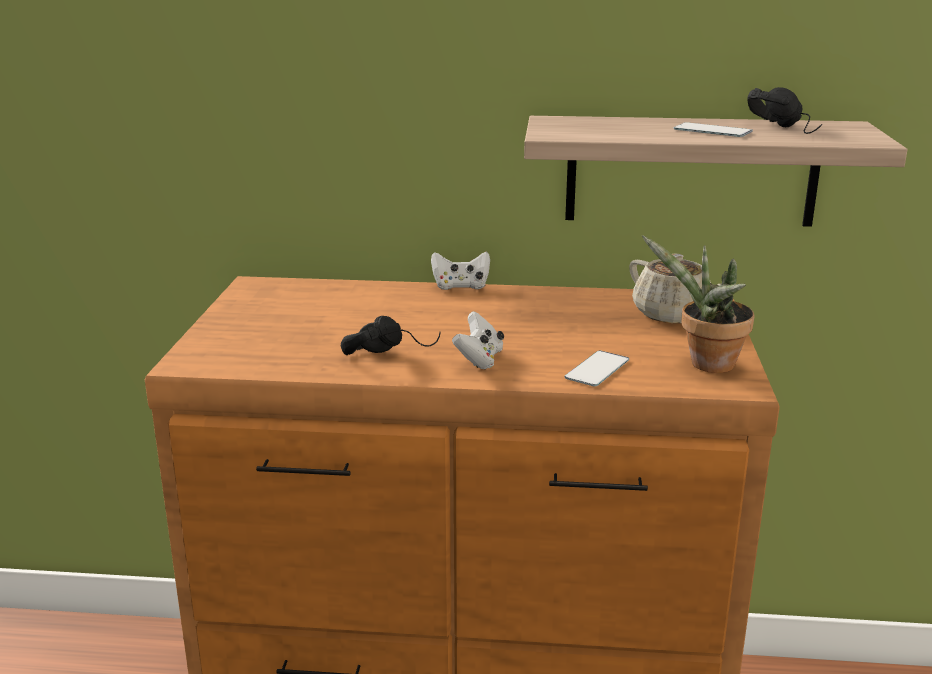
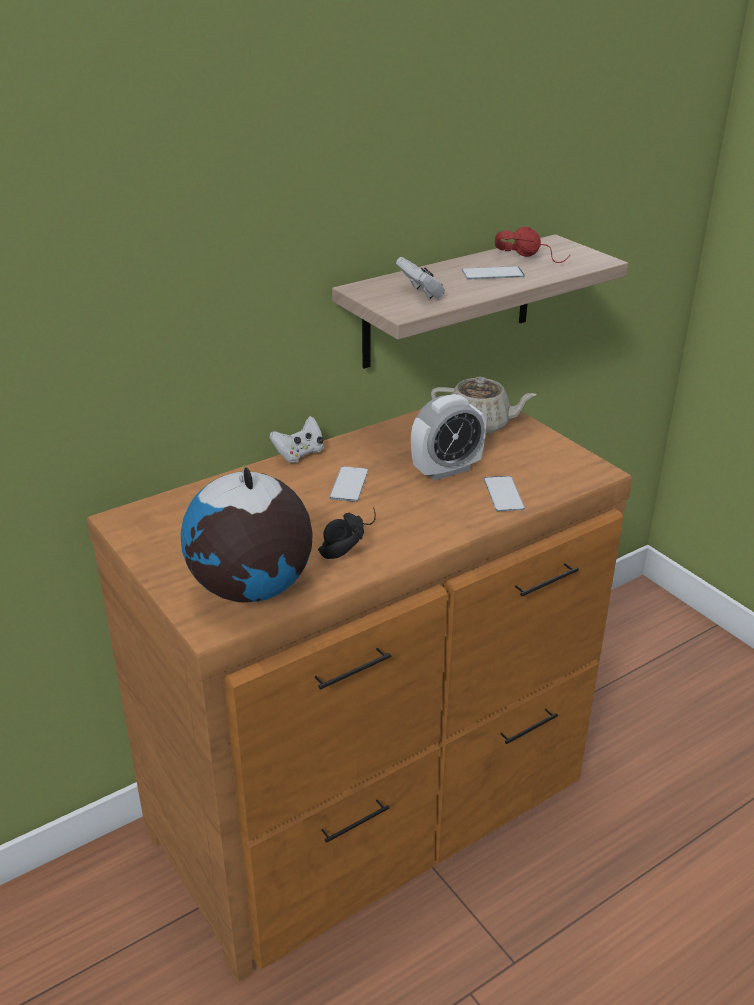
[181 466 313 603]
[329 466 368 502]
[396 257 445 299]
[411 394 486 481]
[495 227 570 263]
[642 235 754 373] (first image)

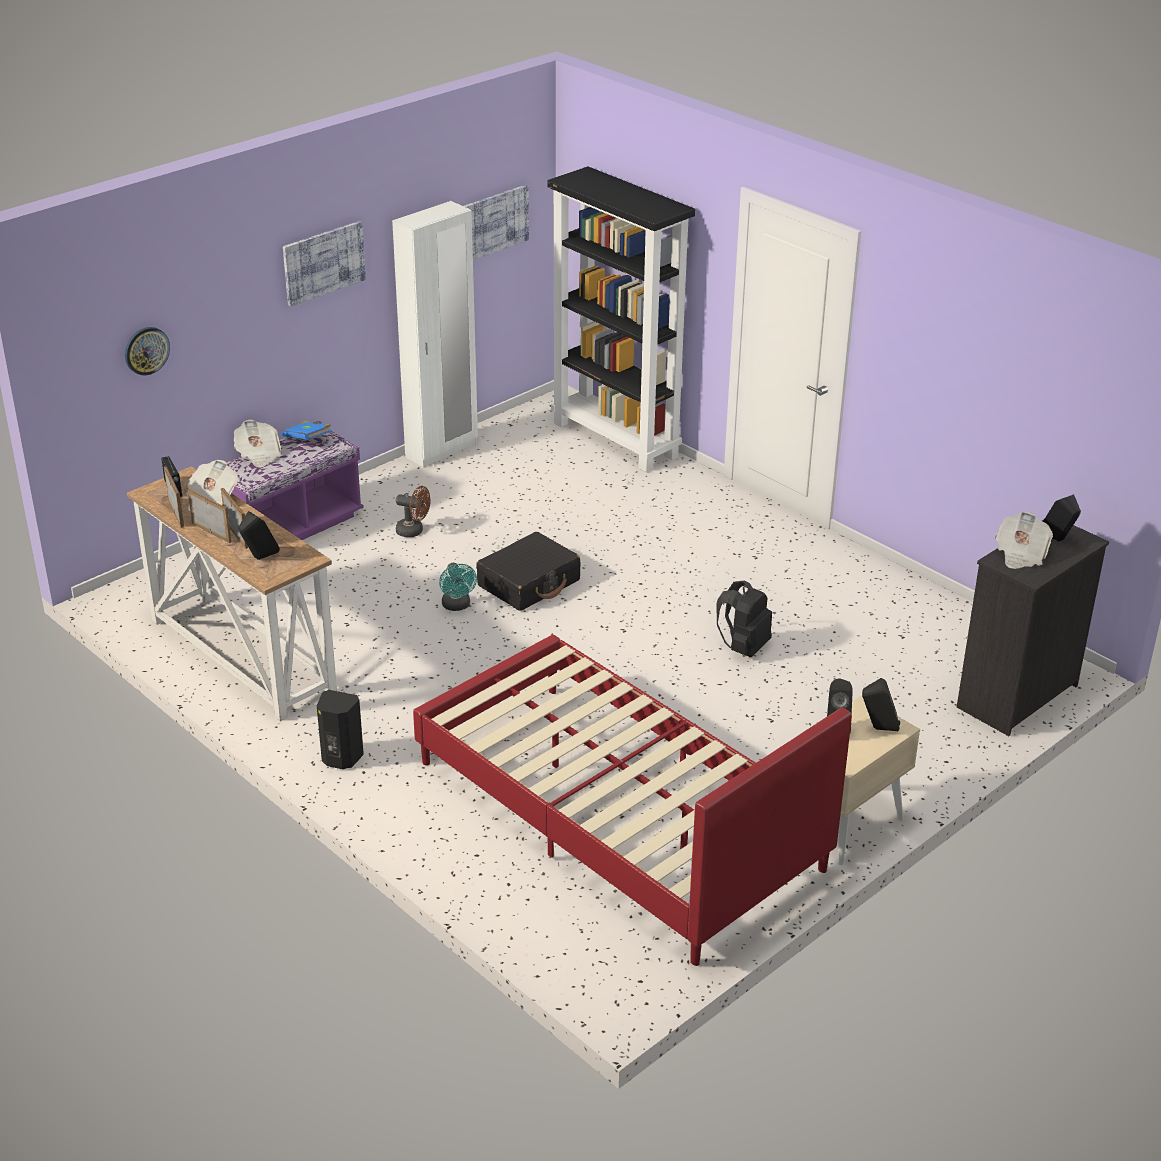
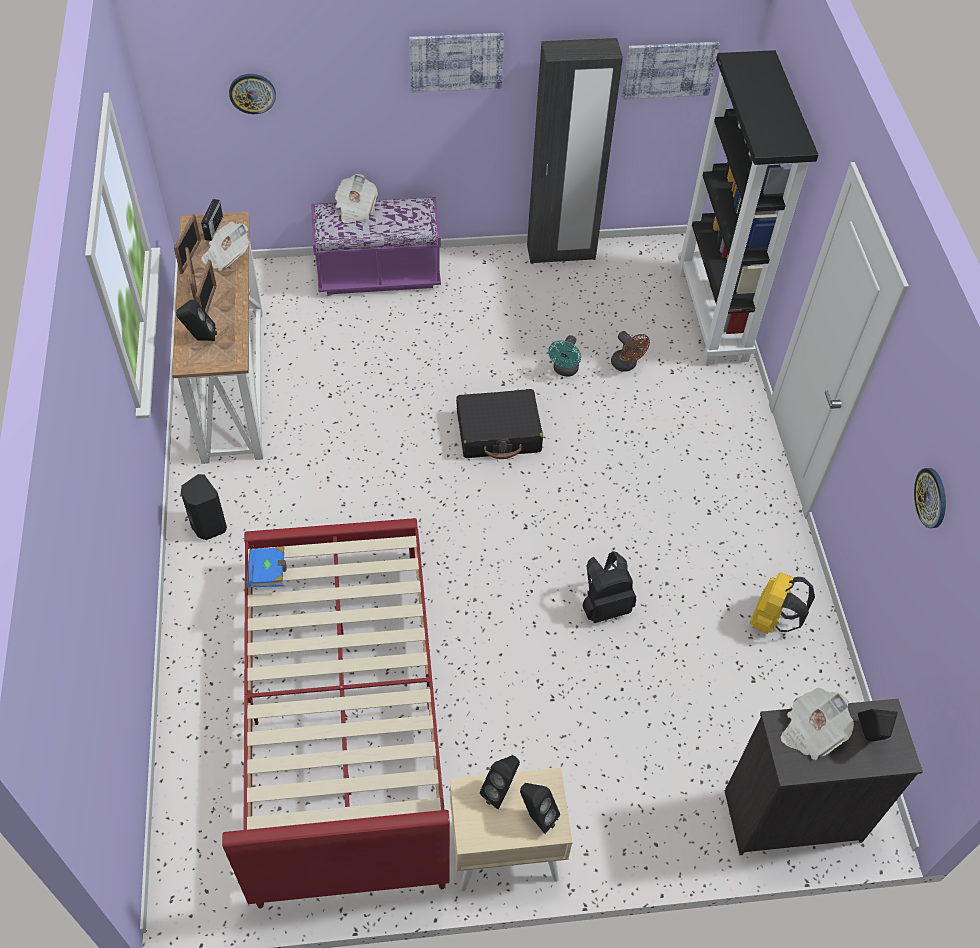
[246 546 287 588]
[527 38 623 264]
[548 335 581 376]
[611 331 650 372]
[750 572 815 634]
[914 468 946 528]

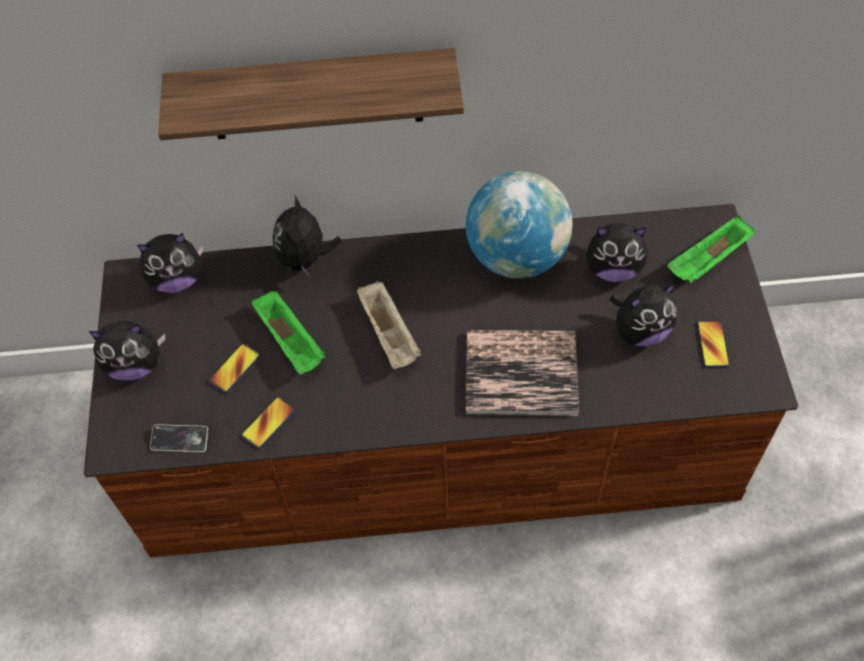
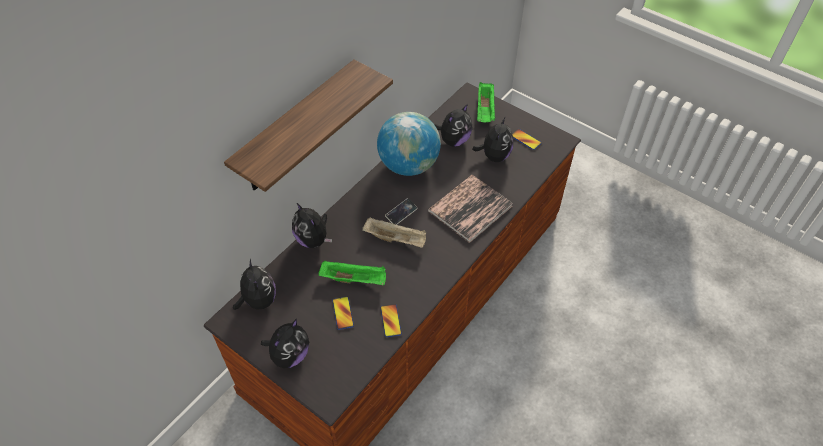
[233 259 276 310]
[385 198 417 225]

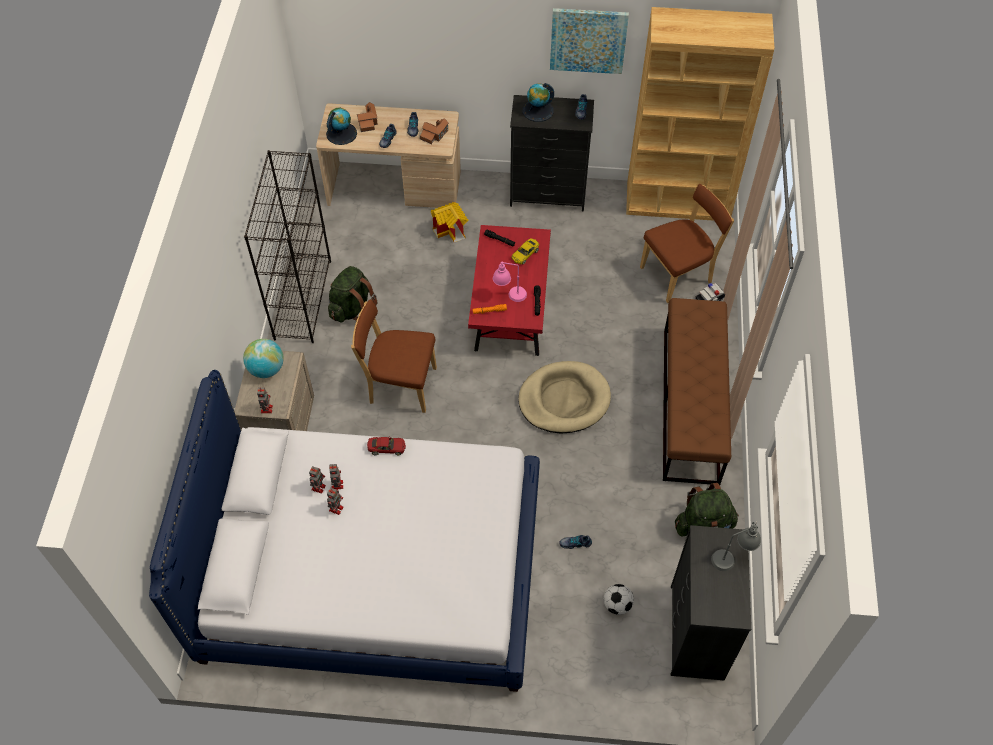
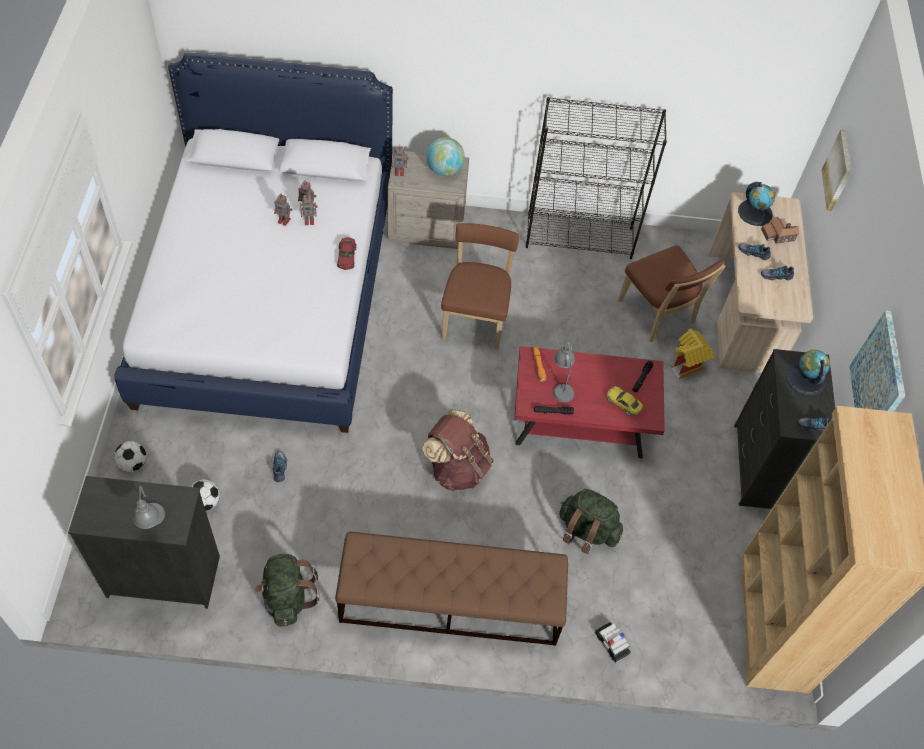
[114 441 146 472]
[422 409 494 491]
[553 341 575 402]
[559 489 623 554]
[618 246 726 342]
[822 130 852 211]
[420 118 449 144] (first image)

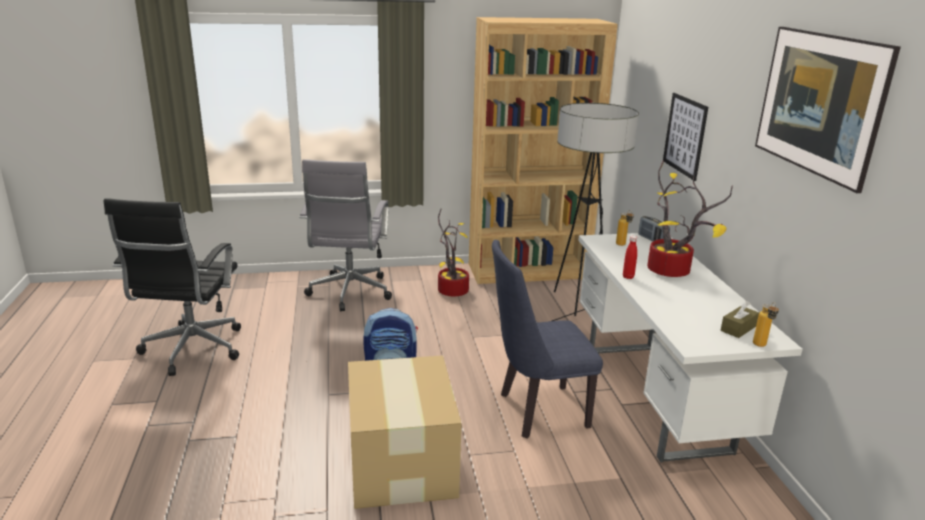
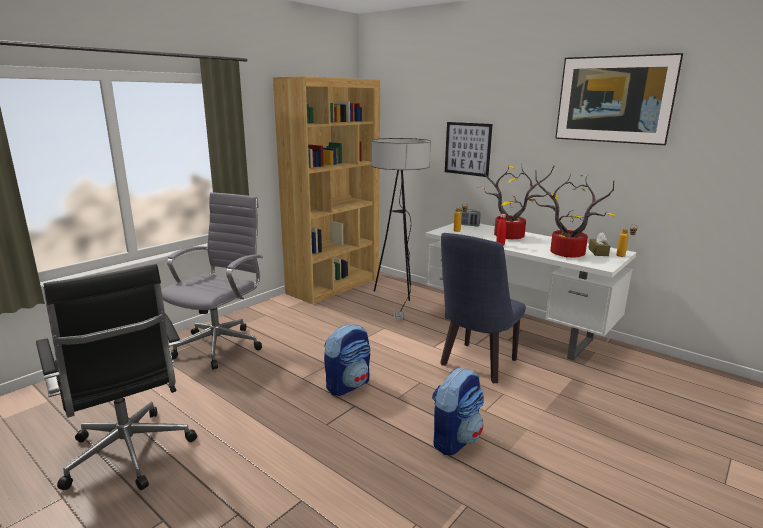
[161 192 263 369]
[432 368 484 455]
[528 170 615 257]

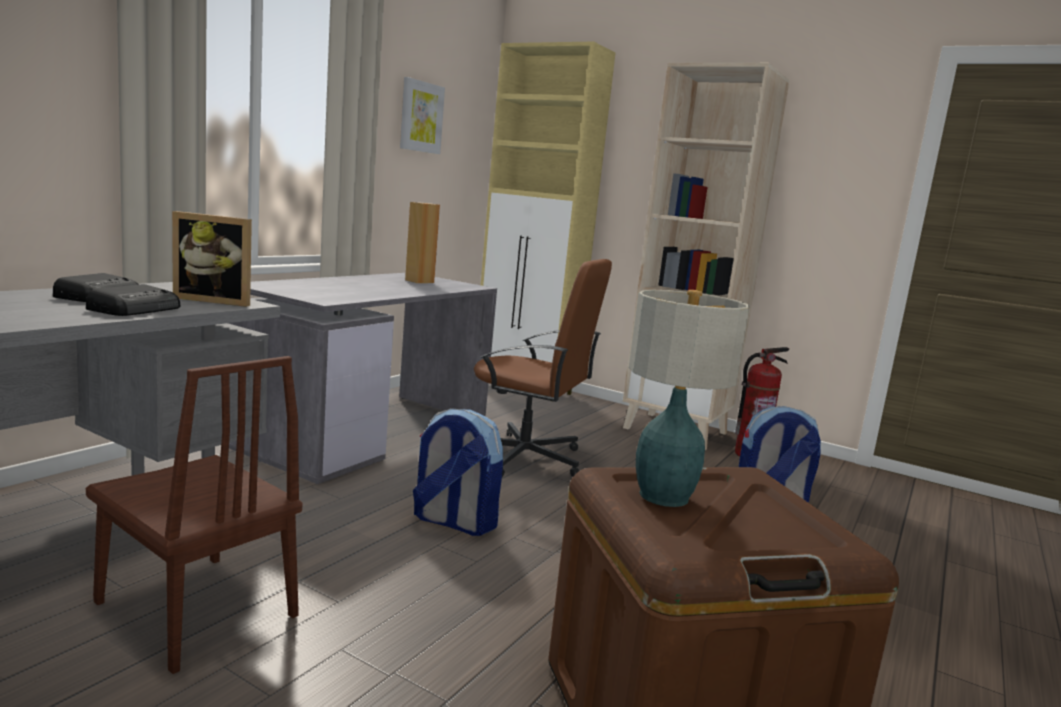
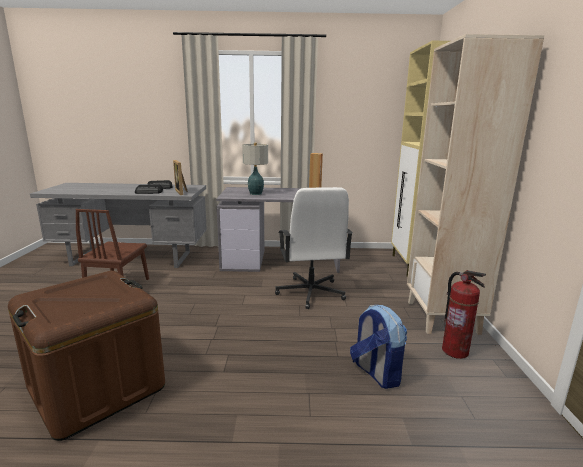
[242 143 268 195]
[275 187 353 309]
[400 77 445 154] (first image)
[413 408 503 536] (first image)

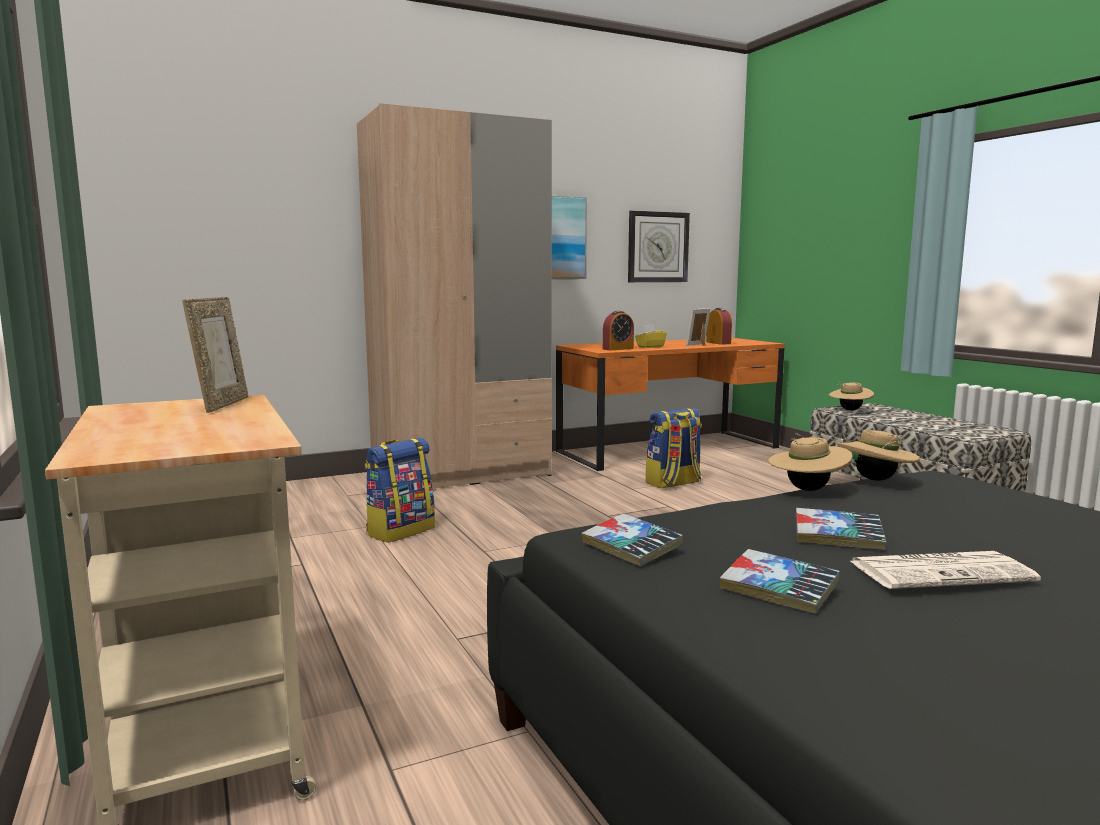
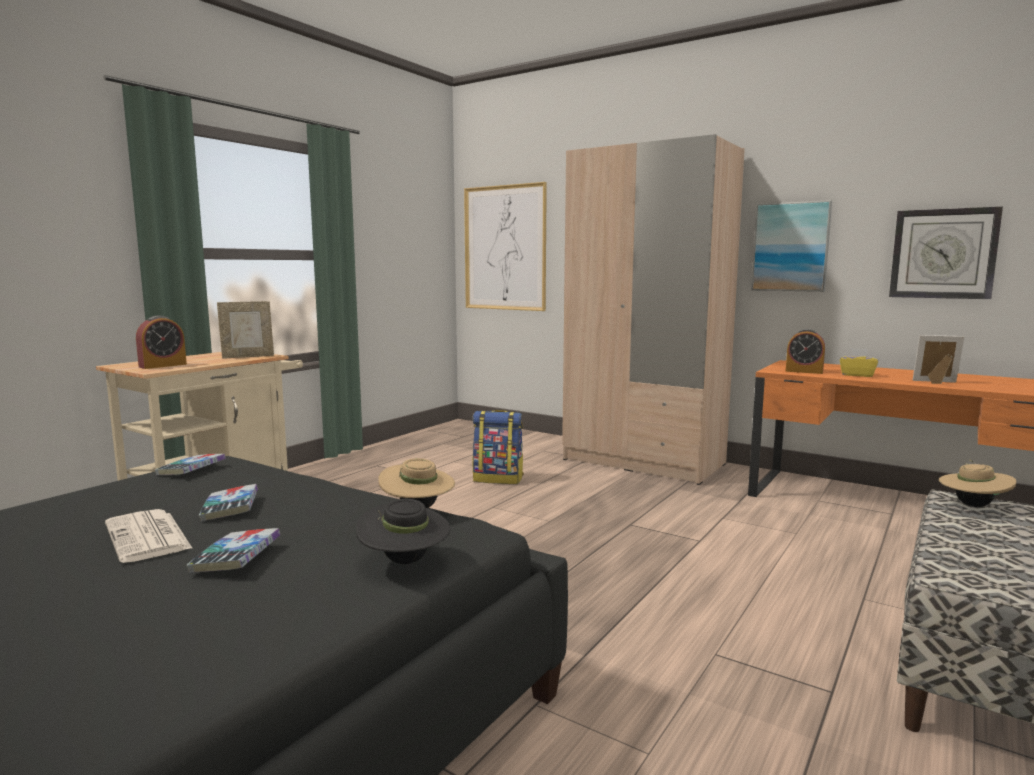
[136 315 187 369]
[187 528 280 573]
[356 499 450 564]
[464 182 547 311]
[646 408 702 488] (first image)
[768 433 852 491] (first image)

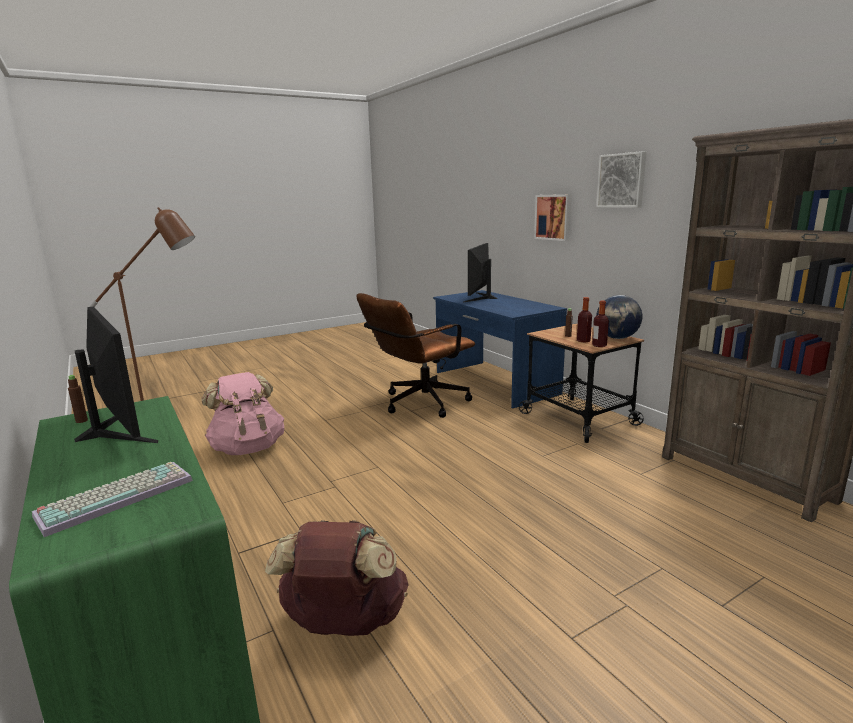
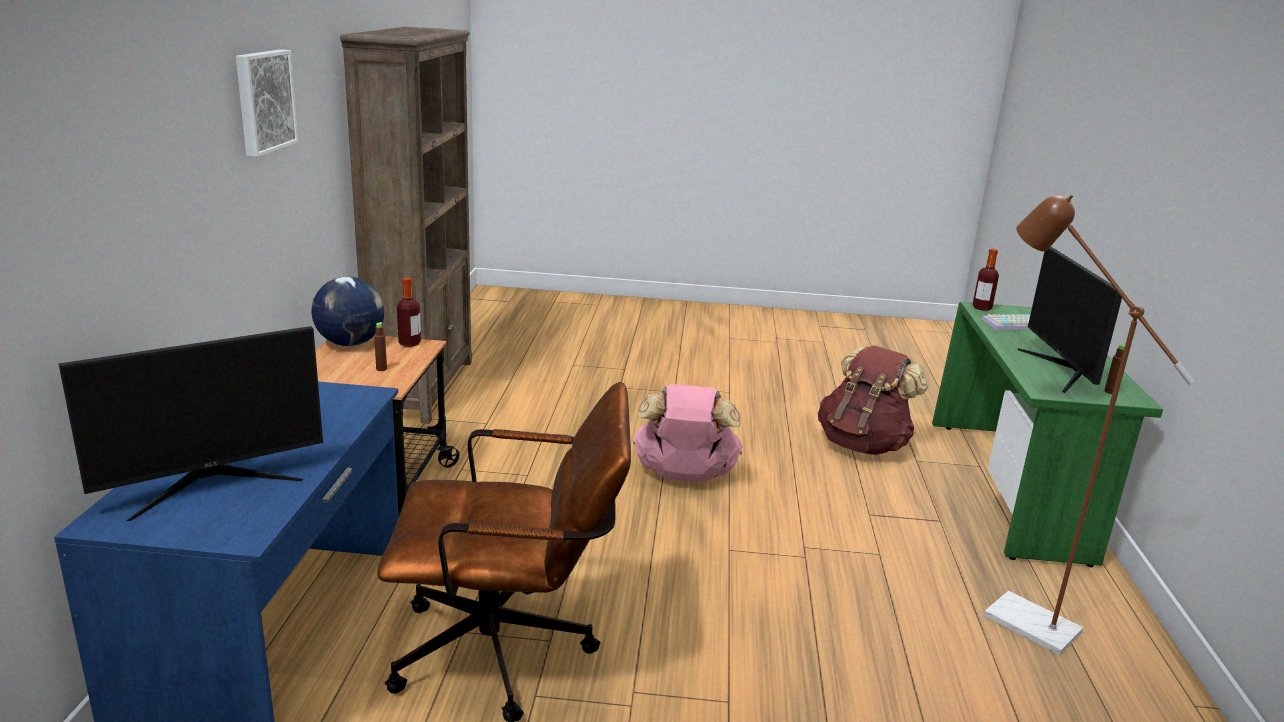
[633 384 743 482]
[973 249 999 311]
[534 194 572 241] (first image)

